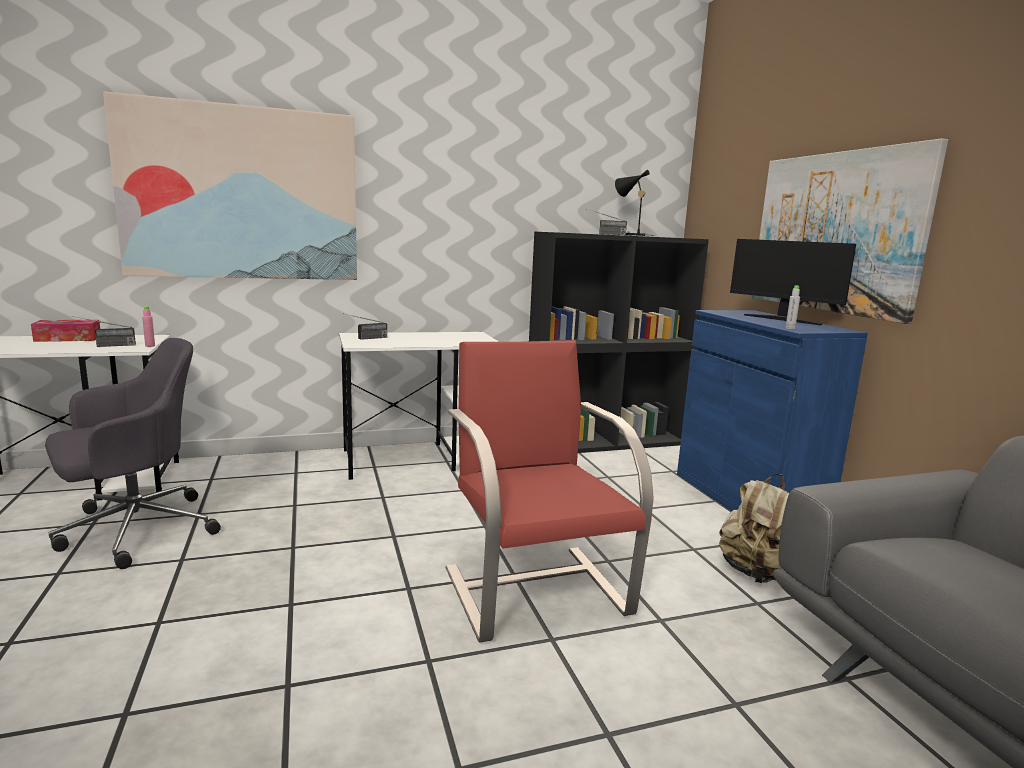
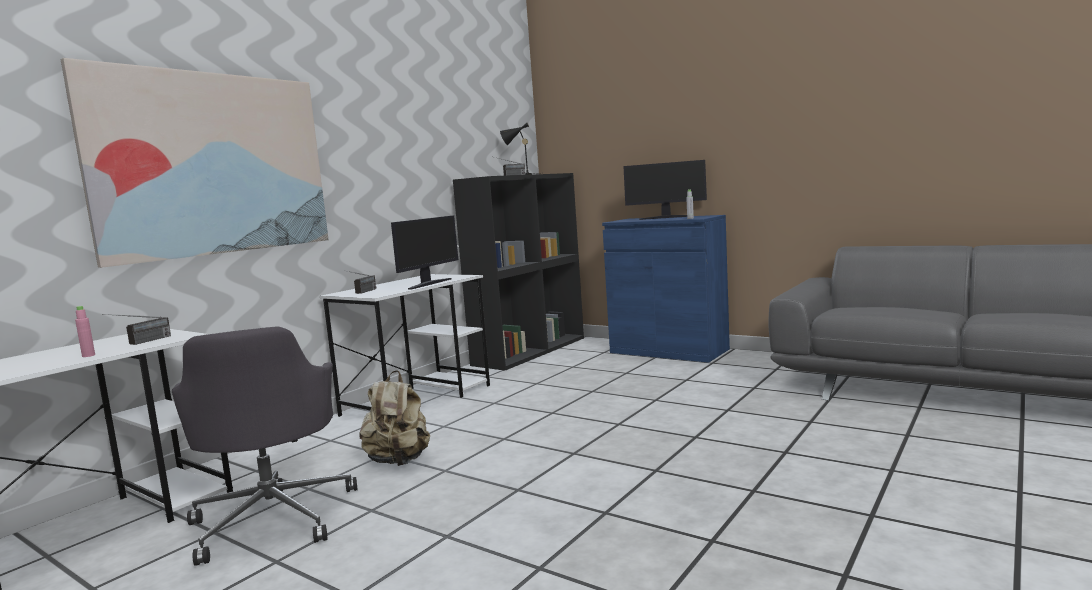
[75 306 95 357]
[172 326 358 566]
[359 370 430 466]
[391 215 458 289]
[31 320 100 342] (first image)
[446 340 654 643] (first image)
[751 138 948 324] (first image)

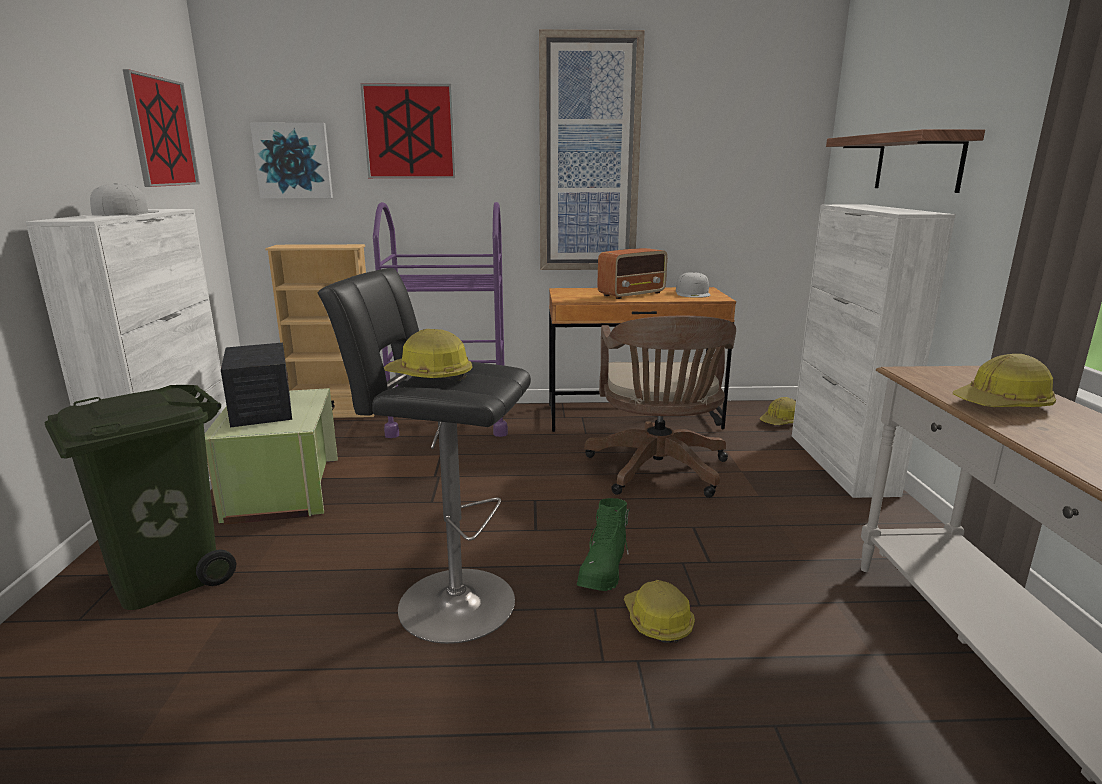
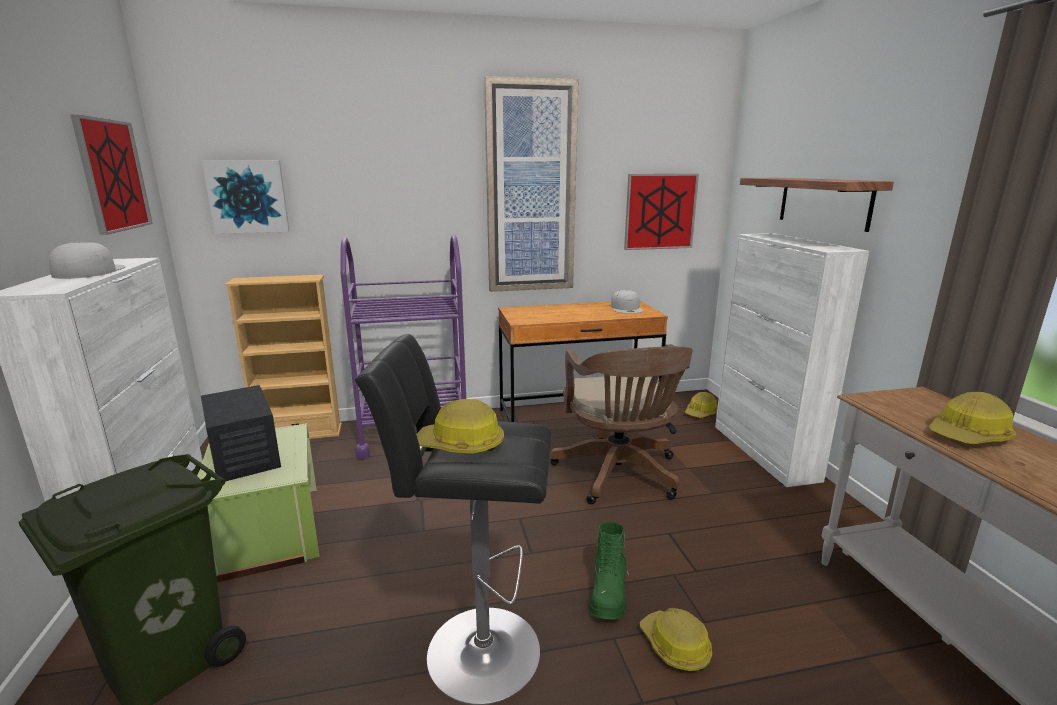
[624 174 699 250]
[597 248 667 299] (first image)

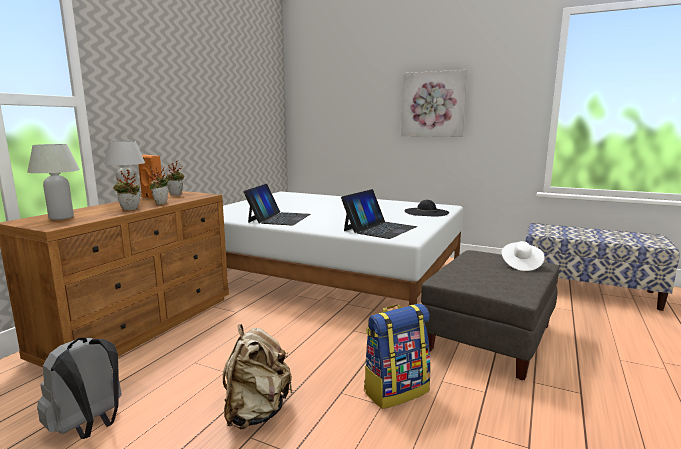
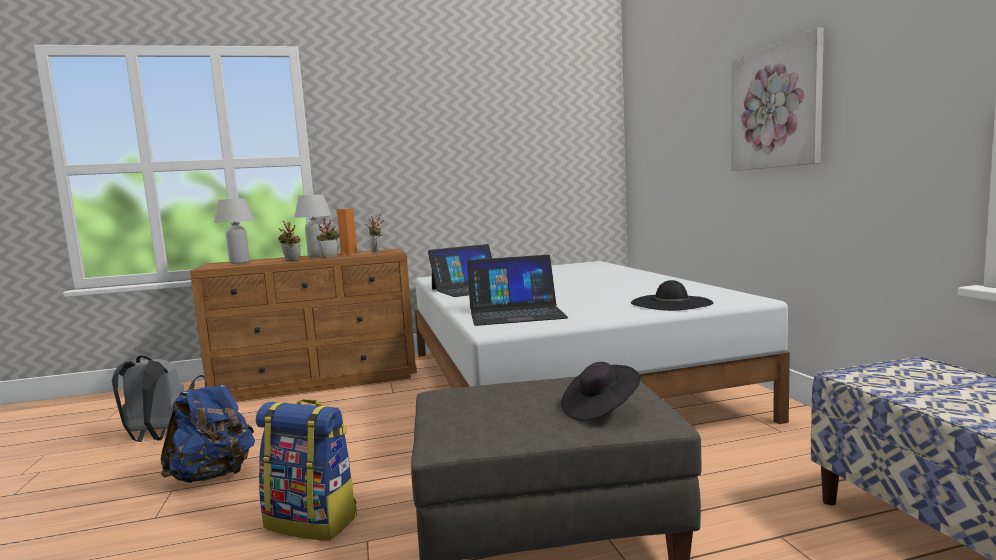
[161 375 255 483]
[561 362 640 421]

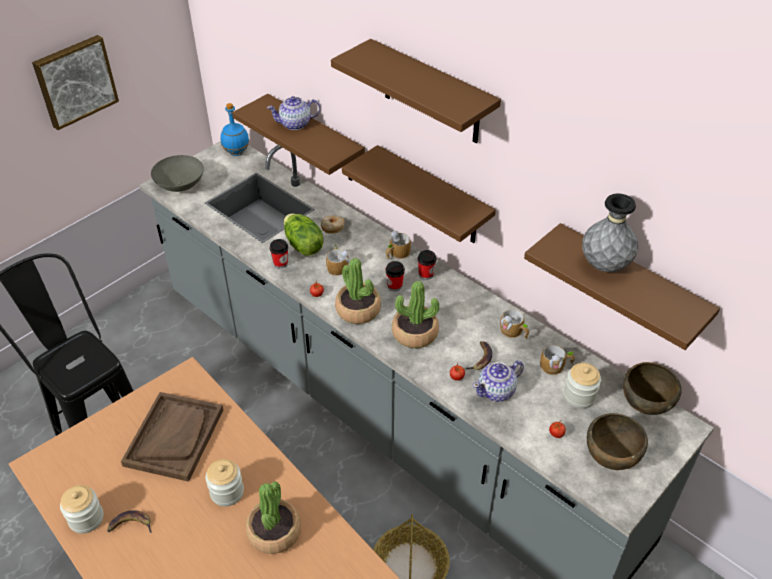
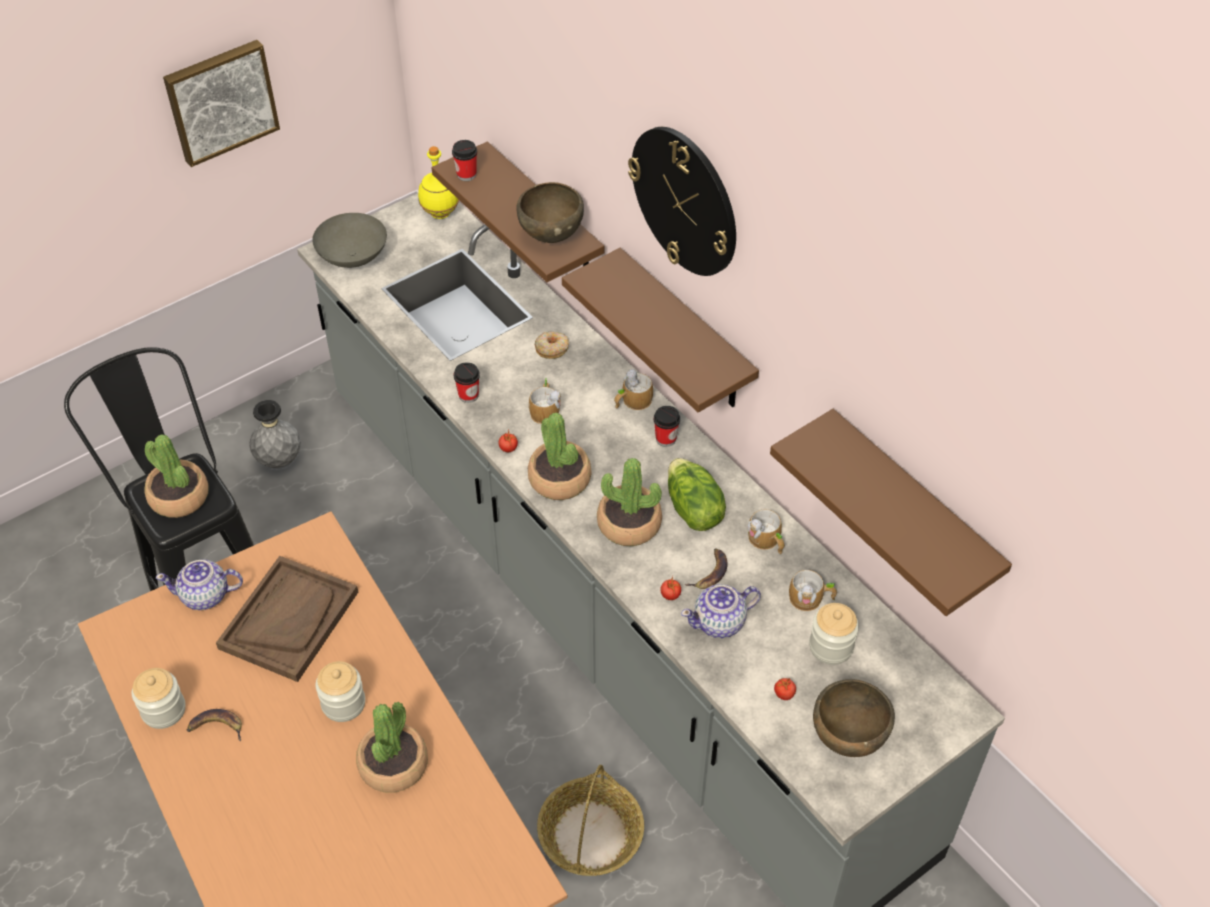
[144 434 209 518]
[156 559 243 610]
[249 400 301 468]
[418 146 459 219]
[452 140 477 181]
[516 182 584 243]
[628 127 736 276]
[668 458 726 531]

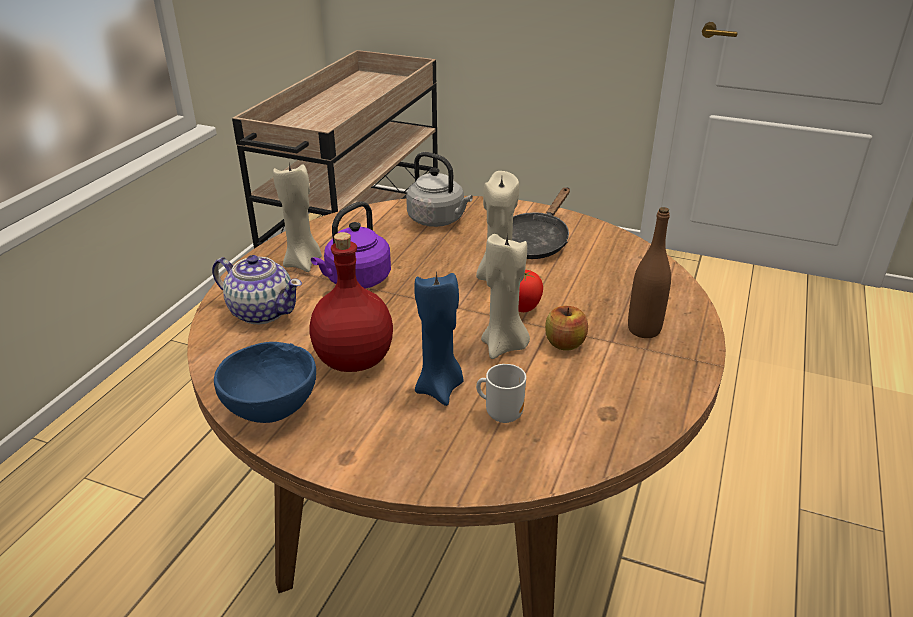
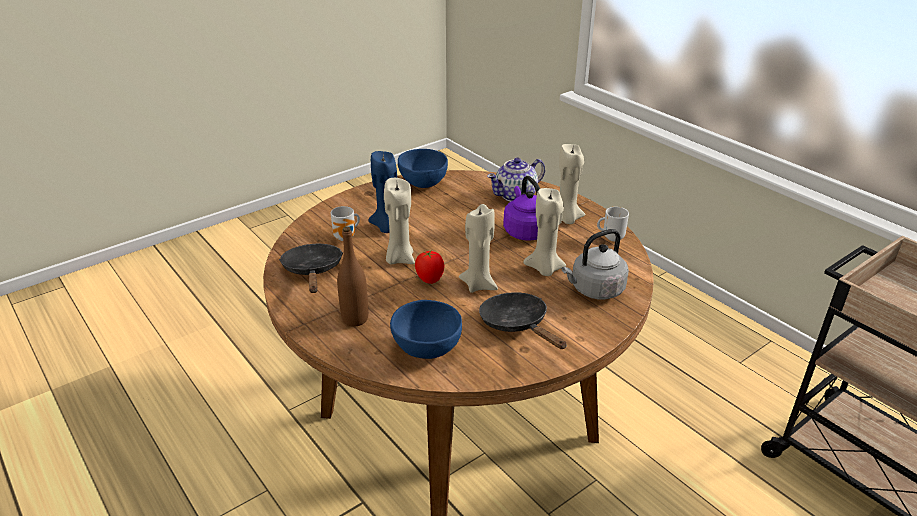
[279 244 343 293]
[390 300 462 359]
[523 188 566 276]
[597 207 629 241]
[310 232 393 372] (first image)
[545 306 588 351] (first image)

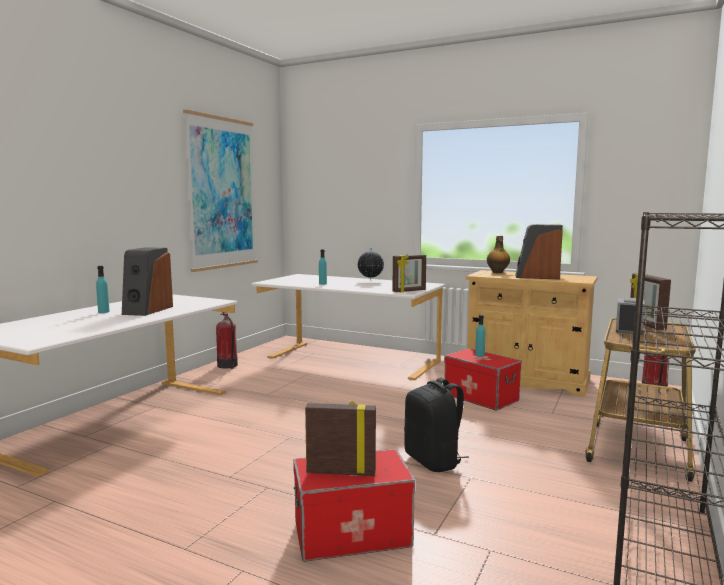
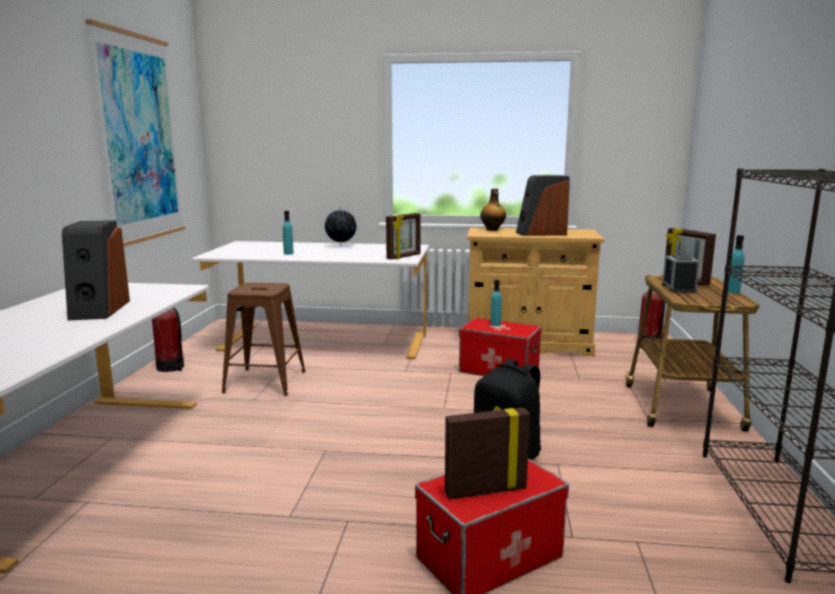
[222 283 306 396]
[728 235 744 294]

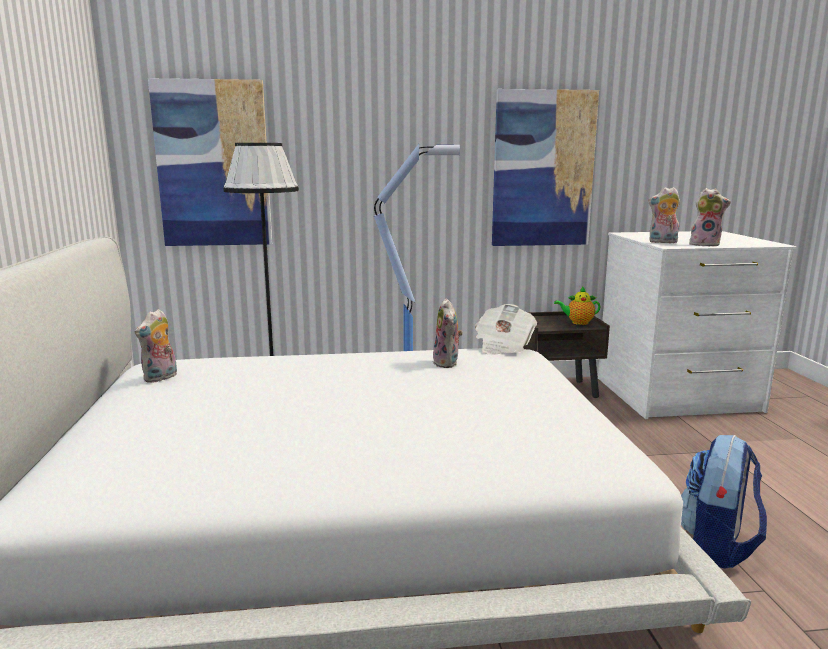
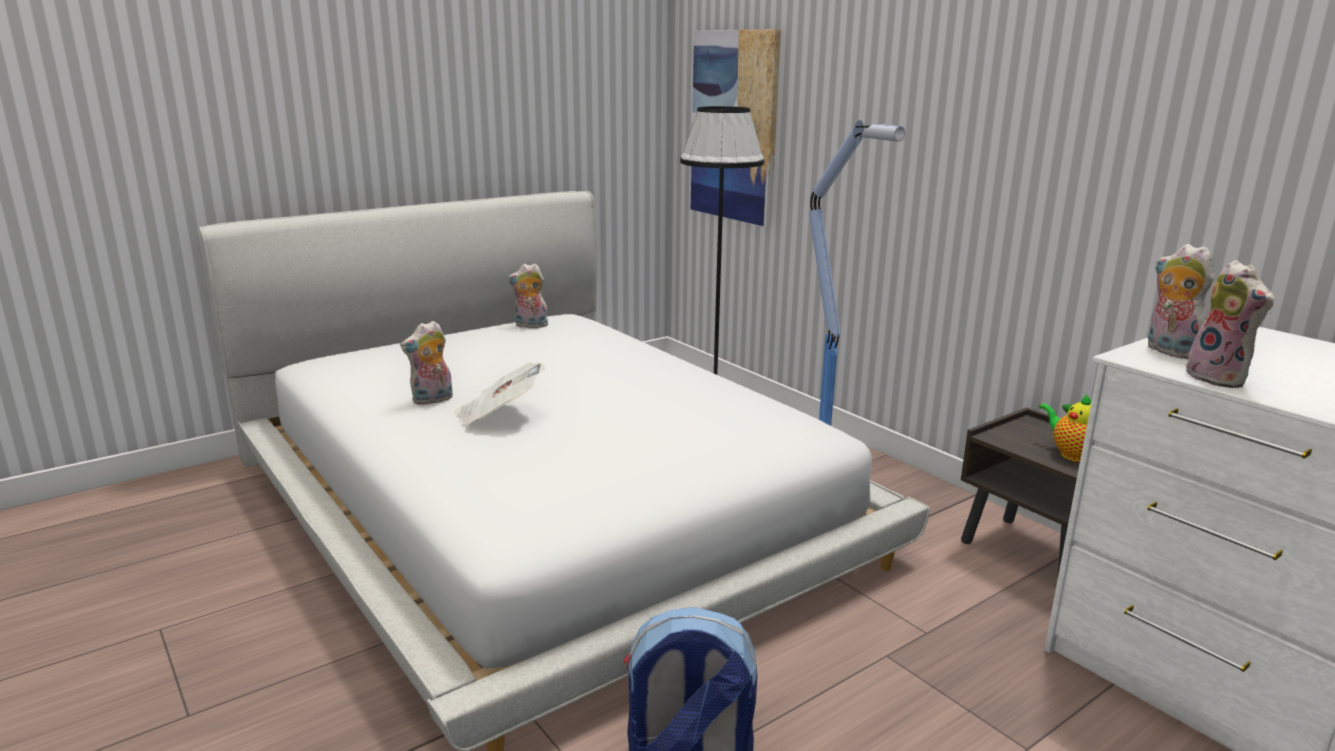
[400 321 453 405]
[454 363 545 425]
[492 89 599 246] (first image)

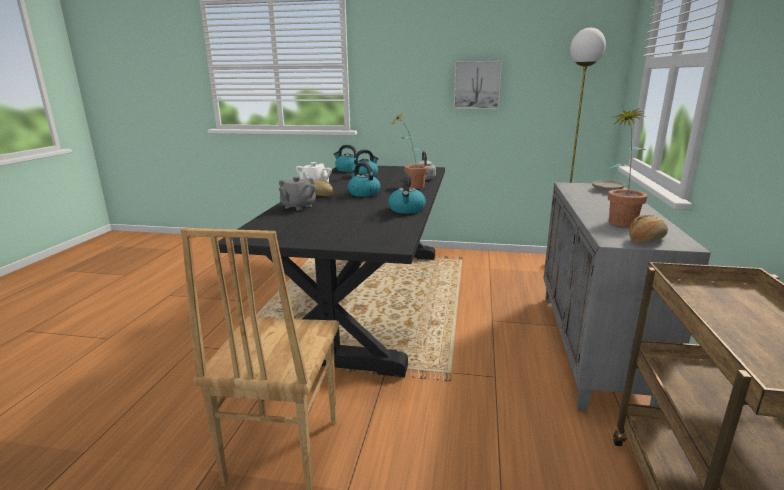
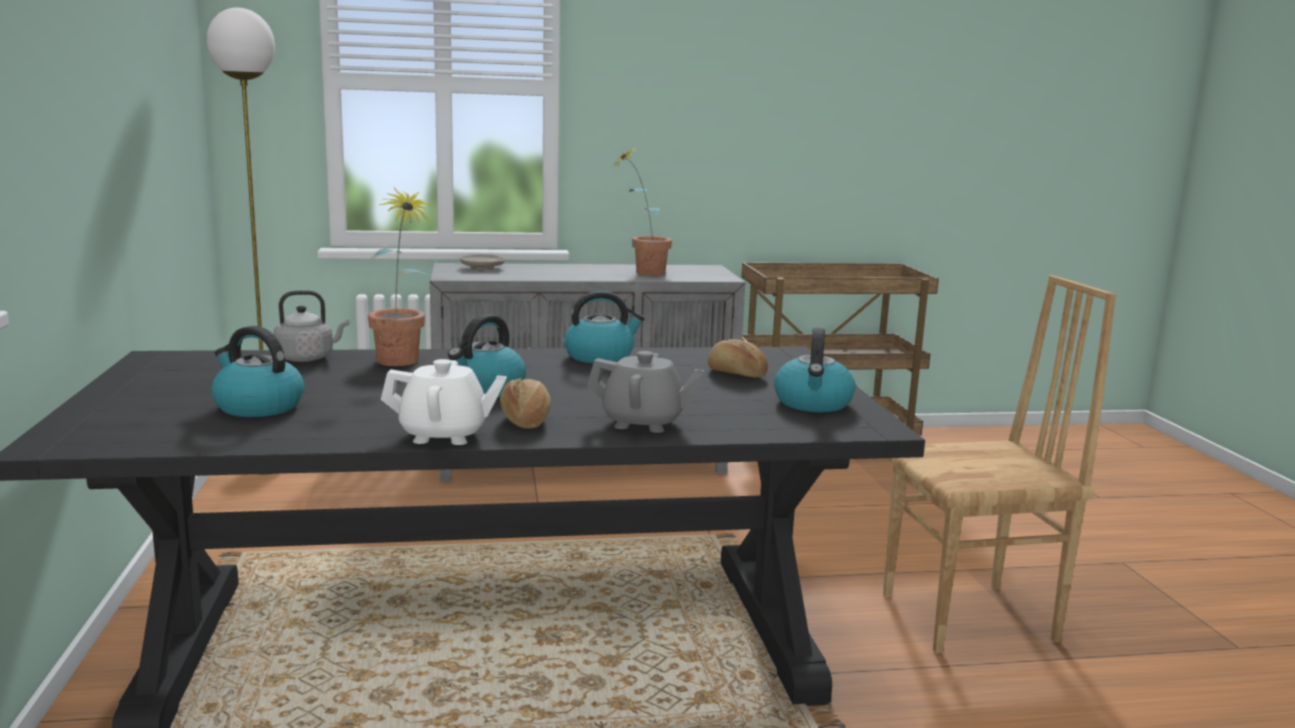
[708 339 768 378]
[774 327 856 412]
[454 61 502 109] (first image)

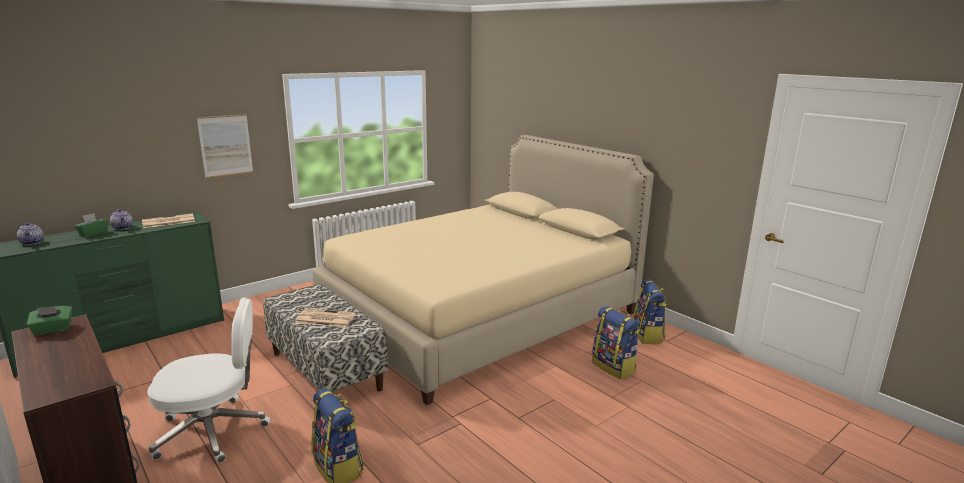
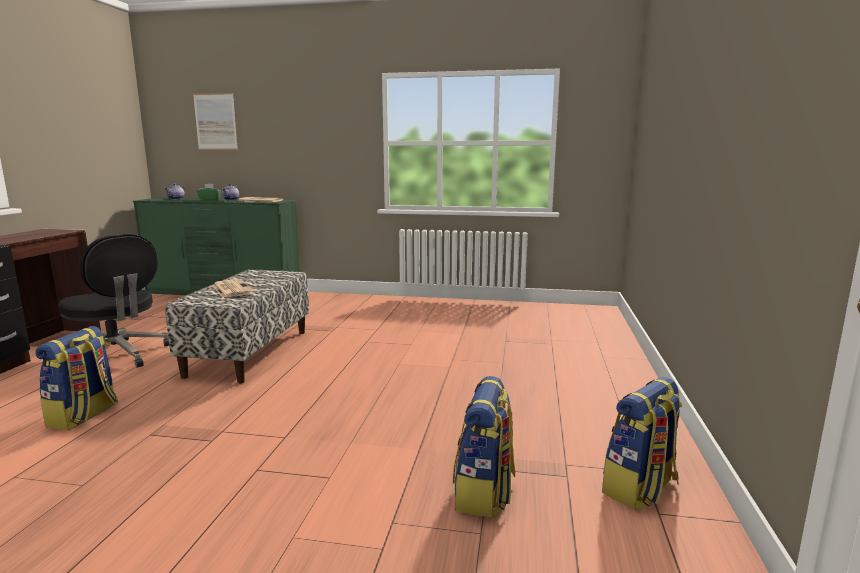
[58 234 169 368]
[193 93 238 150]
[27 306 72 335] (first image)
[312 135 654 405] (first image)

